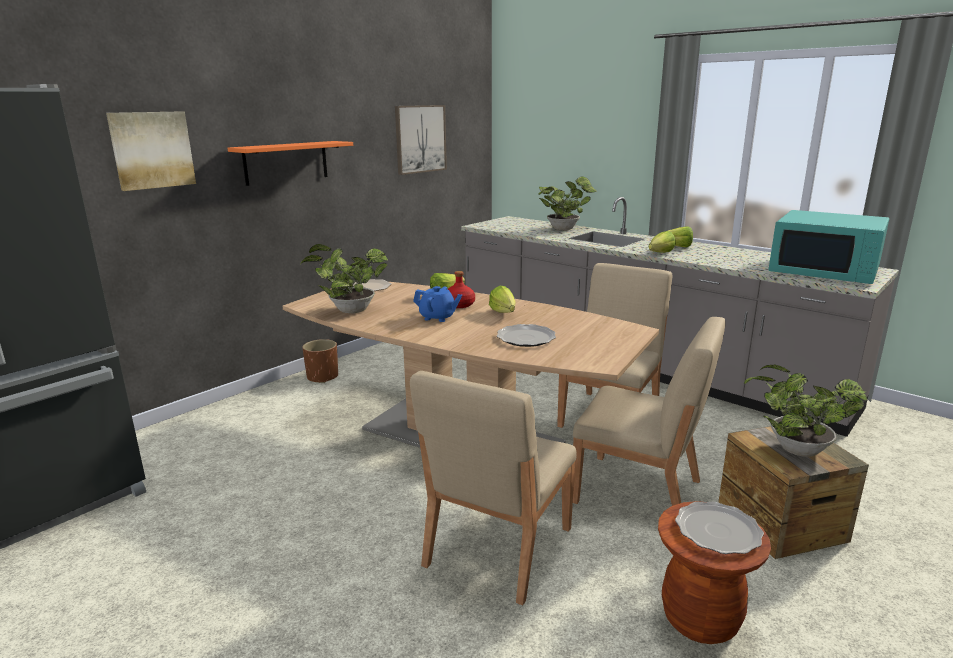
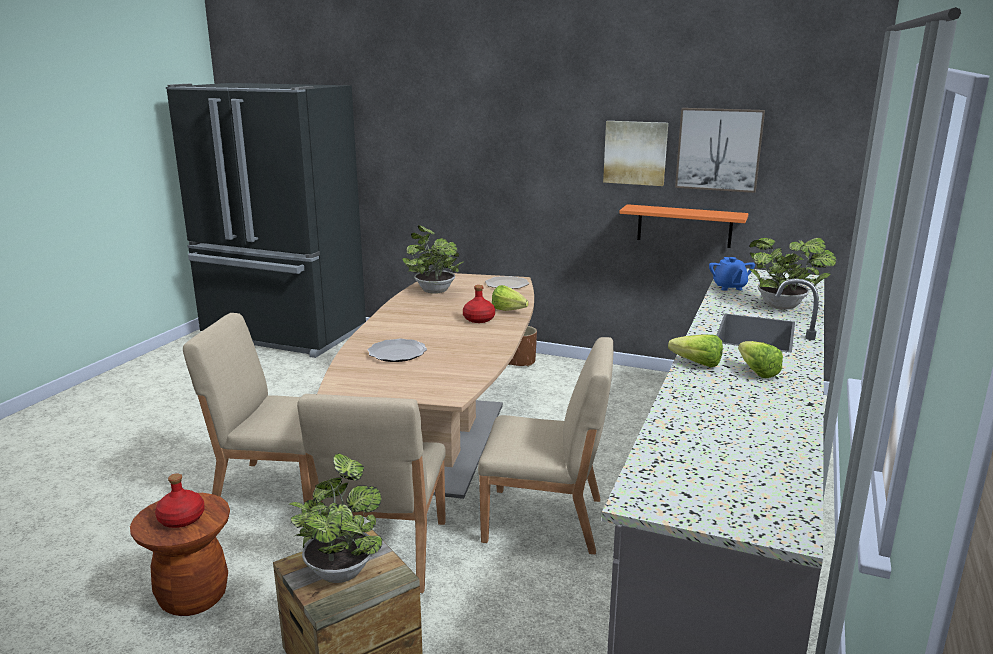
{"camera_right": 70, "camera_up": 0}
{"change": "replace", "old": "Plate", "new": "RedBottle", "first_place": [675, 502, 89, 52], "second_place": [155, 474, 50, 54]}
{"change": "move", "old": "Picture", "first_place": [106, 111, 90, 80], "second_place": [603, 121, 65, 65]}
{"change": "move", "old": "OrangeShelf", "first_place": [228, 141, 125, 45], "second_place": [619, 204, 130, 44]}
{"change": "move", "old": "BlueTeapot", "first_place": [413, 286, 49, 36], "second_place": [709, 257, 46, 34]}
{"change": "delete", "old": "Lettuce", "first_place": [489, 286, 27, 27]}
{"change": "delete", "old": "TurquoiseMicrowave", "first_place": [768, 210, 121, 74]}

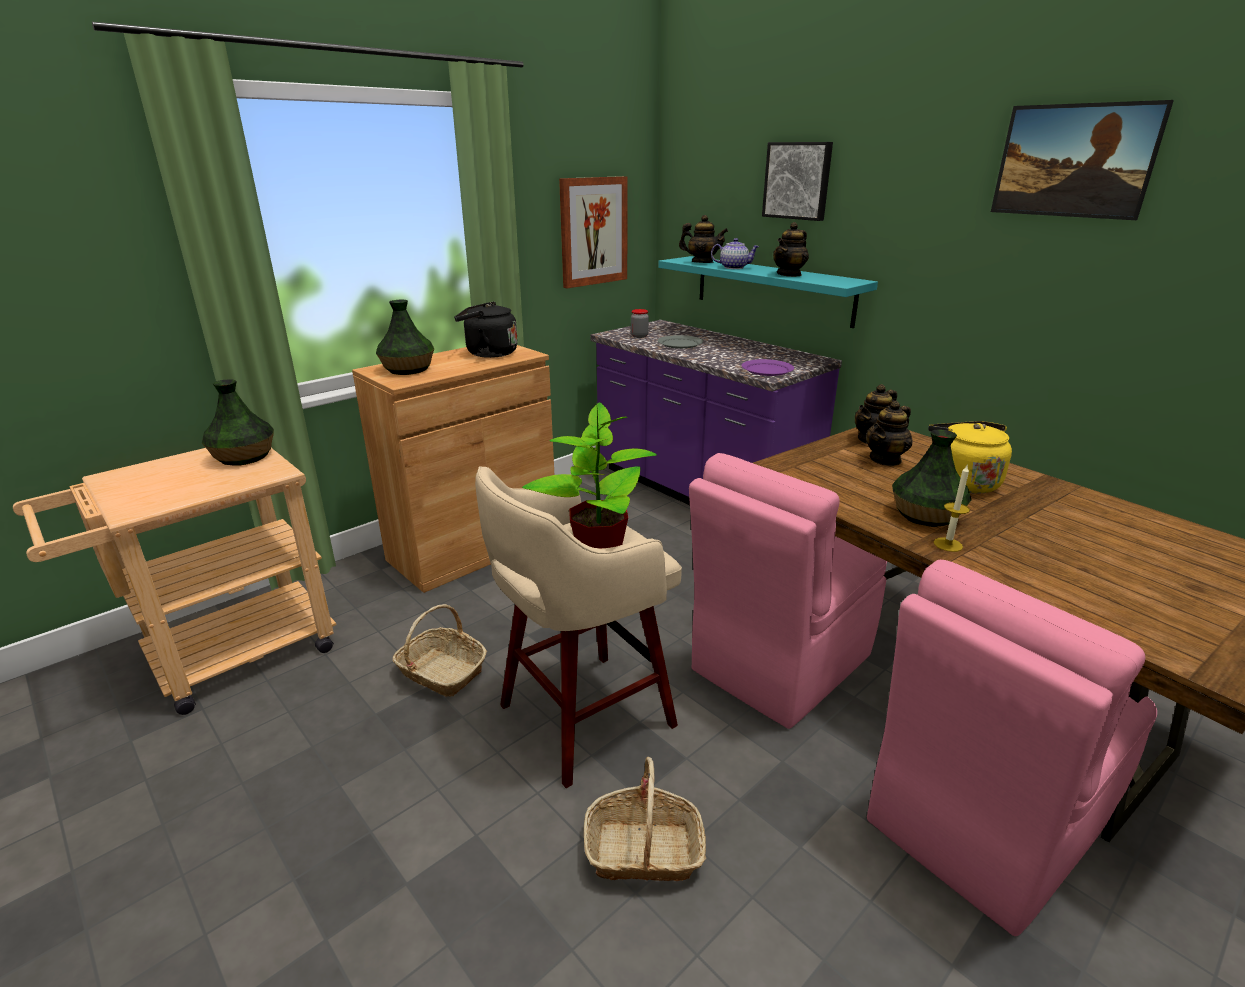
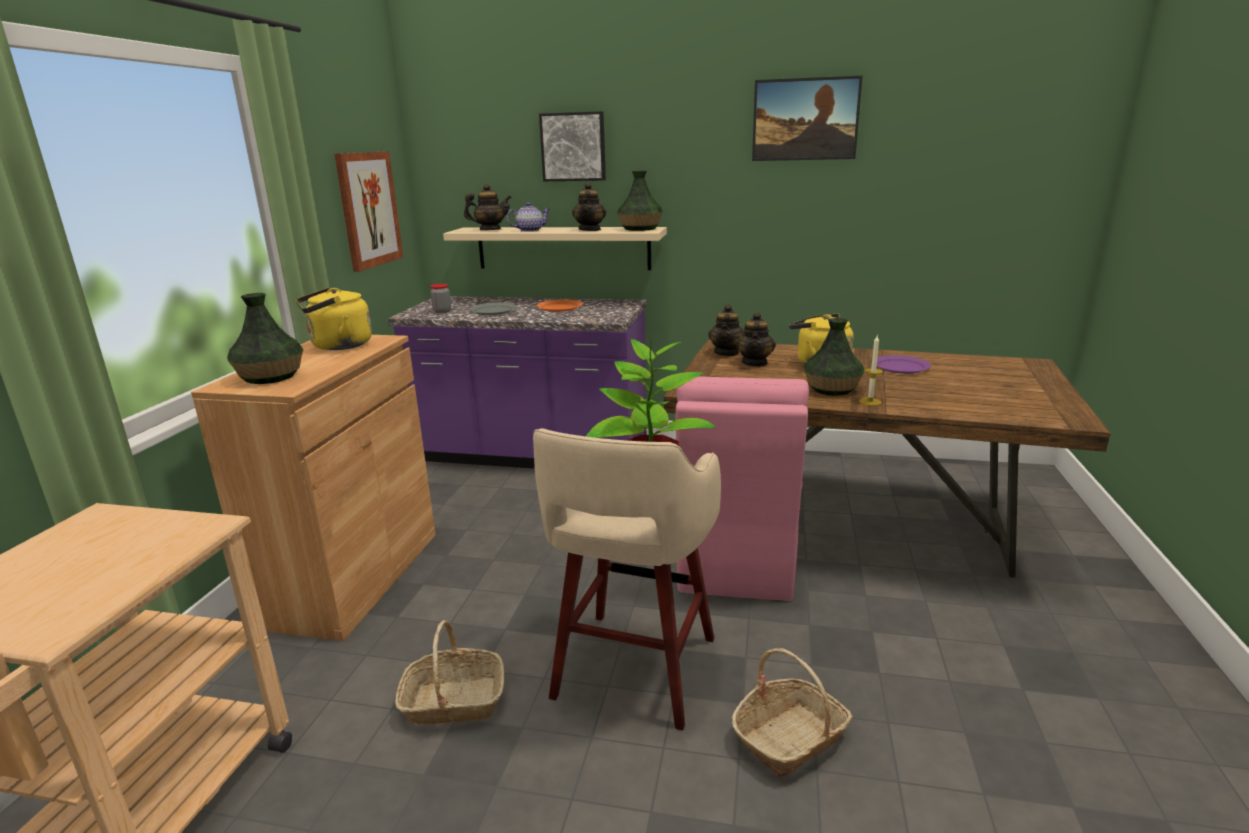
{"camera_right": -35, "camera_up": -5}
{"change": "recolor", "old": "BlackKettle", "new": "YellowKettle", "first_place": [454, 302, 64, 56], "second_place": [296, 288, 76, 62]}
{"change": "recolor", "old": "TurquoiseShelf", "new": "BeigeShelf", "first_place": [658, 256, 220, 72], "second_place": [443, 227, 224, 43]}
{"change": "insert", "new": "OrangePlate", "second_place": [537, 299, 46, 13]}
{"change": "move", "old": "Vase", "first_place": [202, 379, 72, 87], "second_place": [617, 171, 46, 60]}
{"change": "move", "old": "PurplePlate", "first_place": [741, 359, 53, 17], "second_place": [877, 355, 54, 19]}
{"change": "delete", "old": "PinkChair", "first_place": [867, 560, 290, 376]}

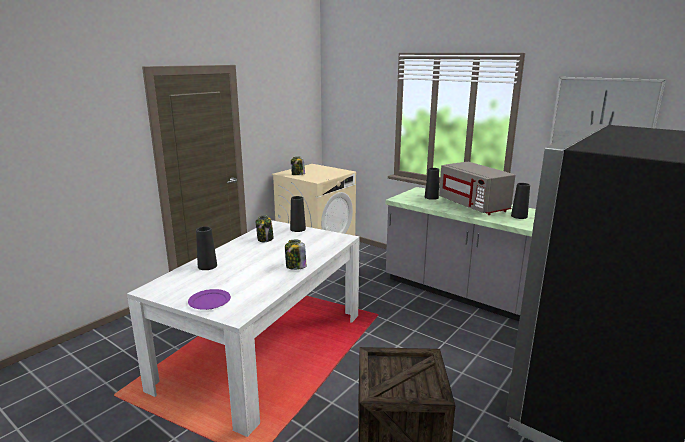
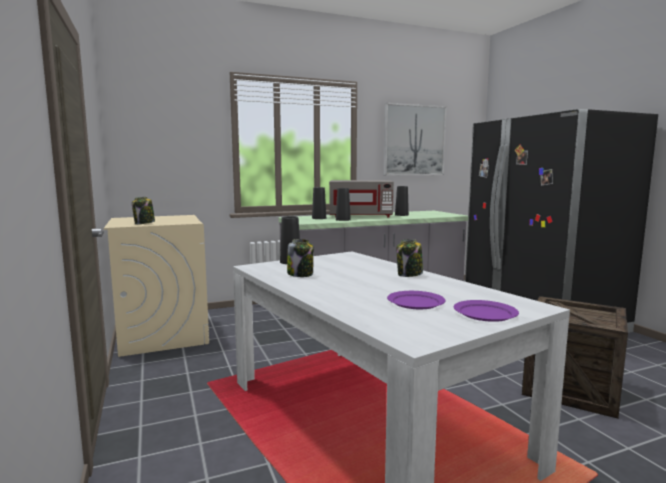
{"camera_right": -60, "camera_up": -10}
{"change": "move", "old": "BlackVase", "first_place": [196, 226, 21, 44], "second_place": [336, 188, 15, 33]}
{"change": "insert", "new": "PurplePlate", "second_place": [387, 291, 58, 18]}

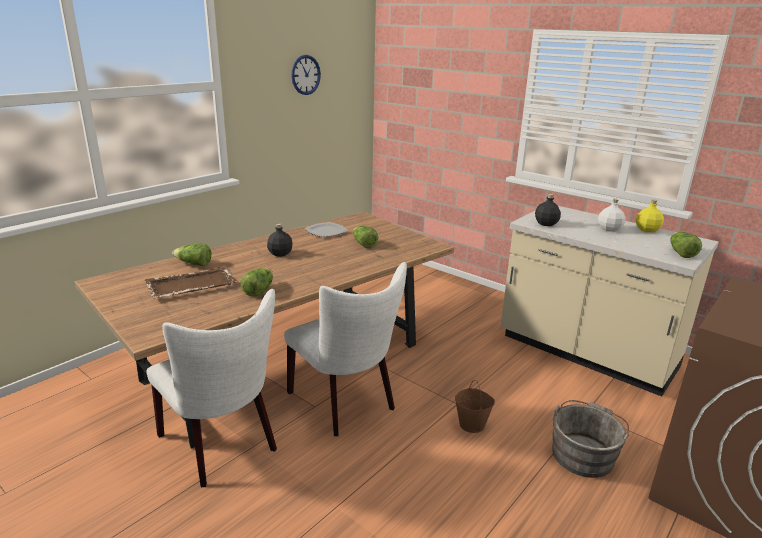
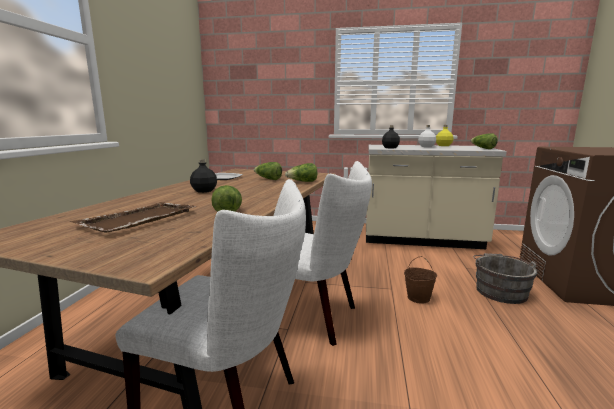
{"camera_right": -30, "camera_up": -10}
{"change": "move", "old": "Lettuce", "first_place": [172, 244, 39, 22], "second_place": [285, 163, 32, 19]}
{"change": "delete", "old": "WallClock", "first_place": [291, 55, 30, 40]}

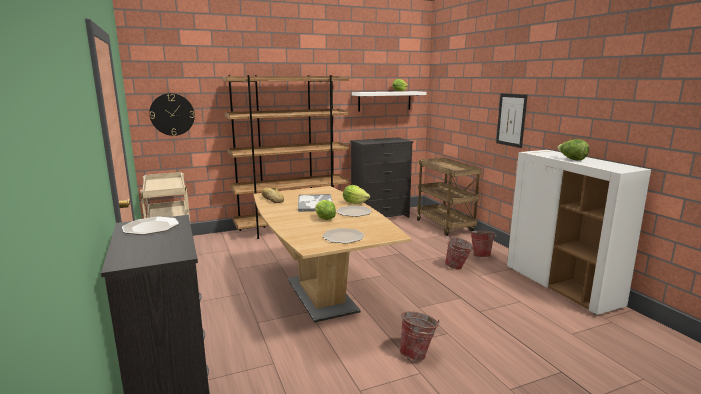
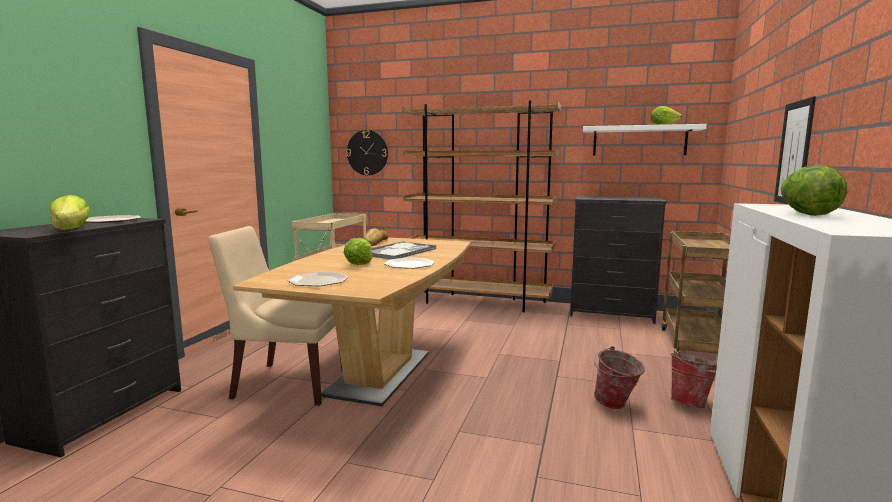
{"camera_right": 40, "camera_up": -5}
{"change": "move", "old": "Lettuce", "first_place": [343, 185, 27, 19], "second_place": [50, 195, 41, 35]}
{"change": "insert", "new": "BeigeChair", "second_place": [208, 226, 134, 180]}
{"change": "delete", "old": "Bucket", "first_place": [400, 312, 40, 49]}

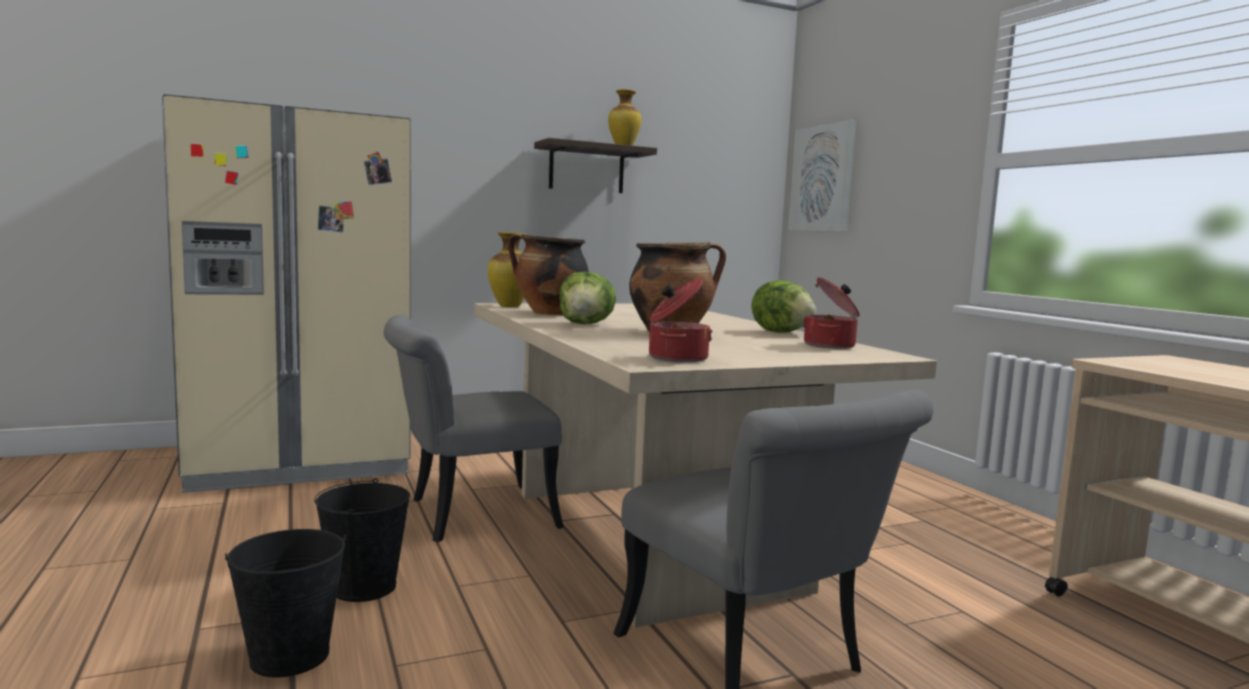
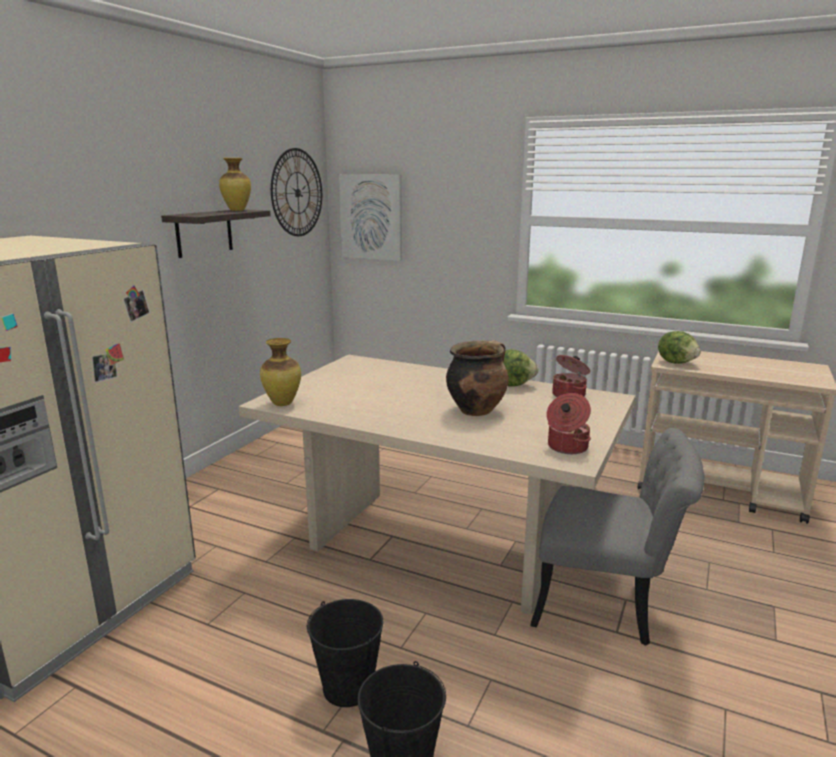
{"camera_right": -40, "camera_up": 10}
{"change": "insert", "new": "WallClock", "second_place": [271, 148, 51, 88]}
{"change": "move", "old": "Lettuce", "first_place": [559, 272, 57, 52], "second_place": [658, 331, 43, 33]}
{"change": "delete", "old": "GreyChair", "first_place": [384, 315, 180, 227]}
{"change": "delete", "old": "CookingPot", "first_place": [508, 233, 81, 82]}

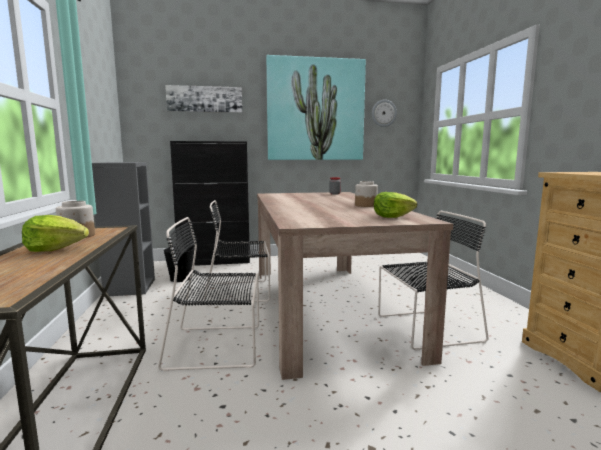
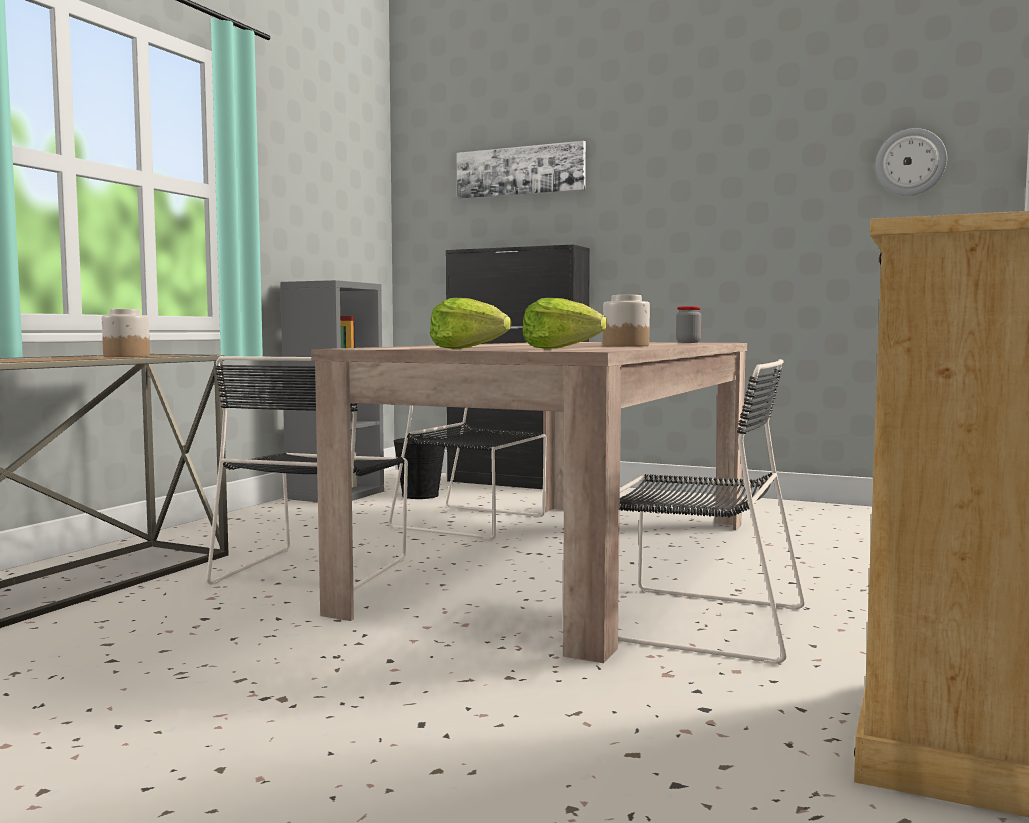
{"camera_right": 35, "camera_up": -5}
{"change": "rotate", "old": "BlackChair", "first_place": [158, 217, 101, 154], "second_place": [206, 356, 202, 234], "degrees": -105}
{"change": "move", "old": "Lettuce", "first_place": [22, 215, 67, 37], "second_place": [430, 298, 81, 51]}
{"change": "delete", "old": "Picture", "first_place": [266, 55, 100, 105]}

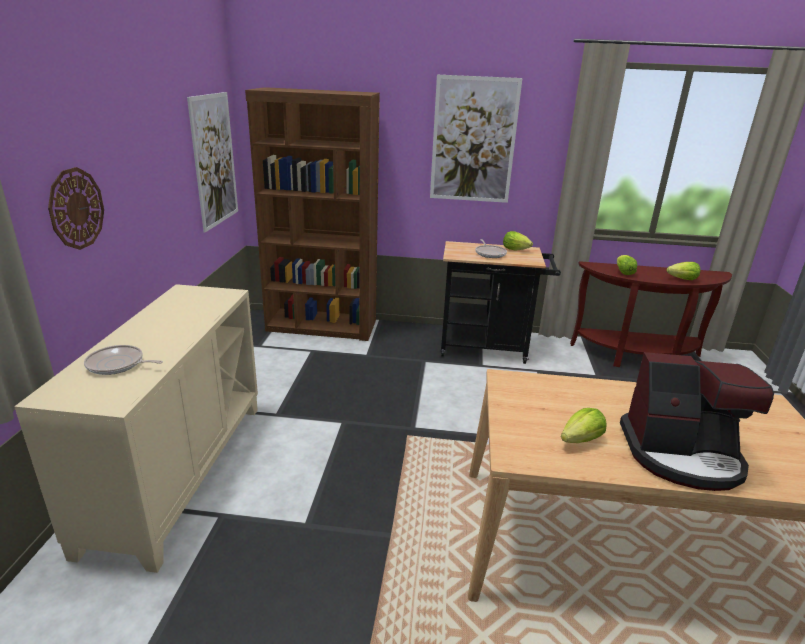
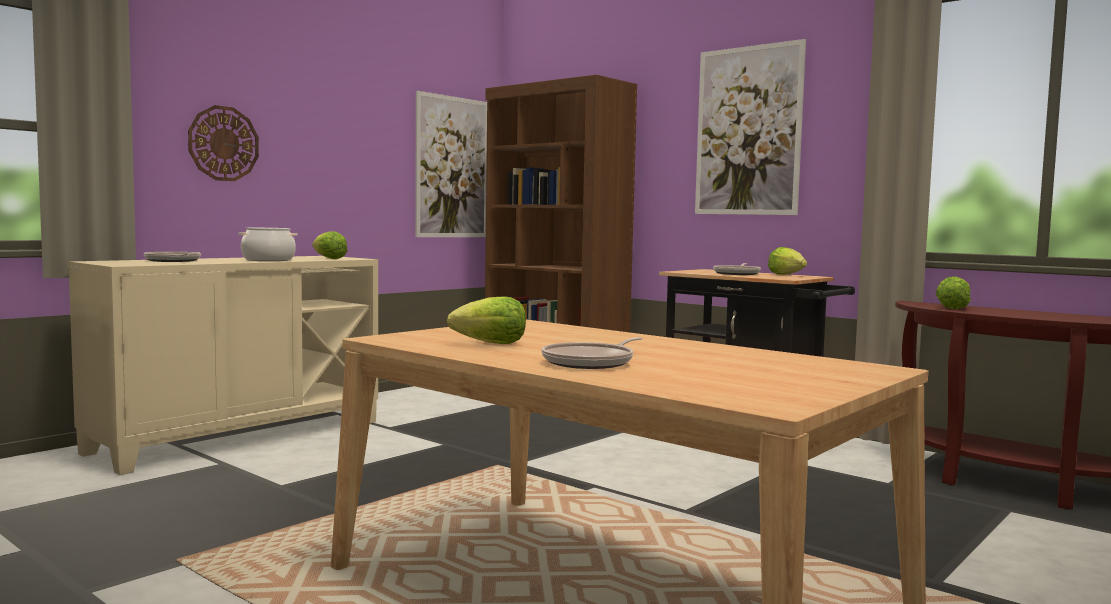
{"camera_right": 35, "camera_up": -20}
{"change": "insert", "new": "CookingPot", "second_place": [238, 228, 60, 33]}
{"change": "move", "old": "Lettuce", "first_place": [667, 262, 34, 18], "second_place": [312, 231, 35, 28]}
{"change": "replace", "old": "CoffeeMachine", "new": "FryingPan", "first_place": [620, 352, 154, 139], "second_place": [542, 337, 101, 32]}

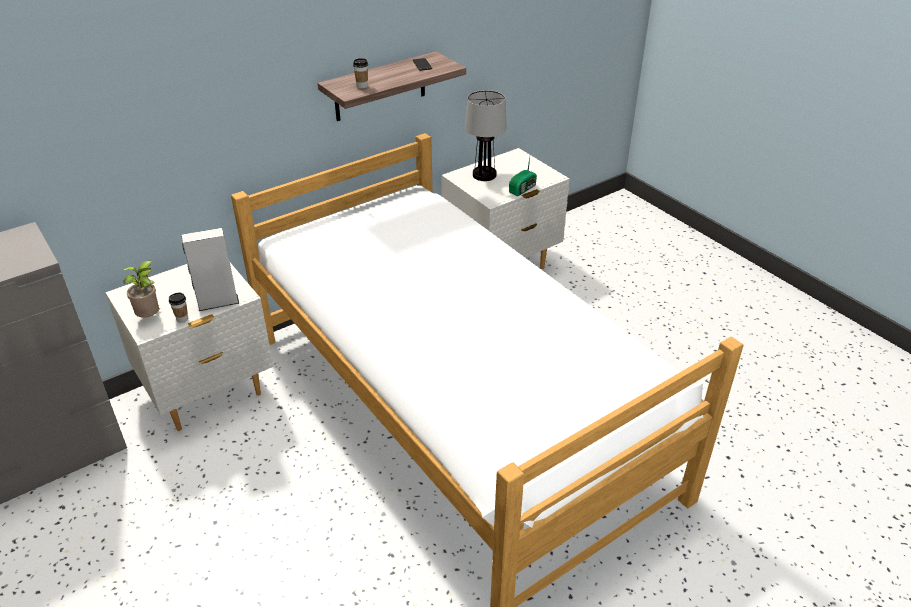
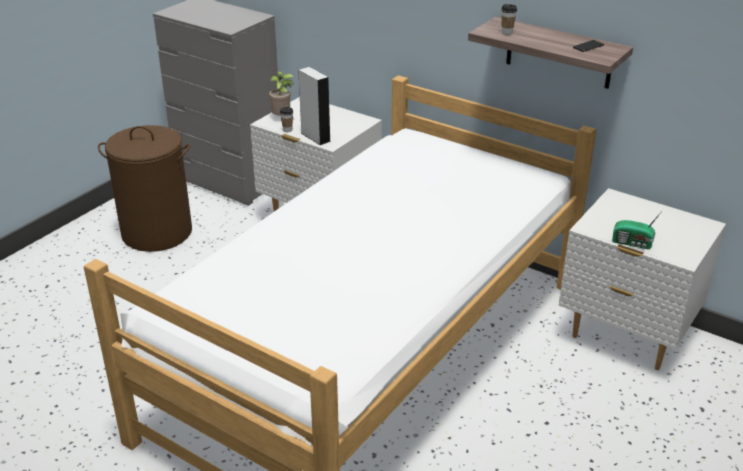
{"camera_right": 70, "camera_up": -5}
{"change": "insert", "new": "BrownLaundryBasket", "second_place": [98, 125, 94, 127]}
{"change": "delete", "old": "TableLamp", "first_place": [465, 90, 42, 91]}

